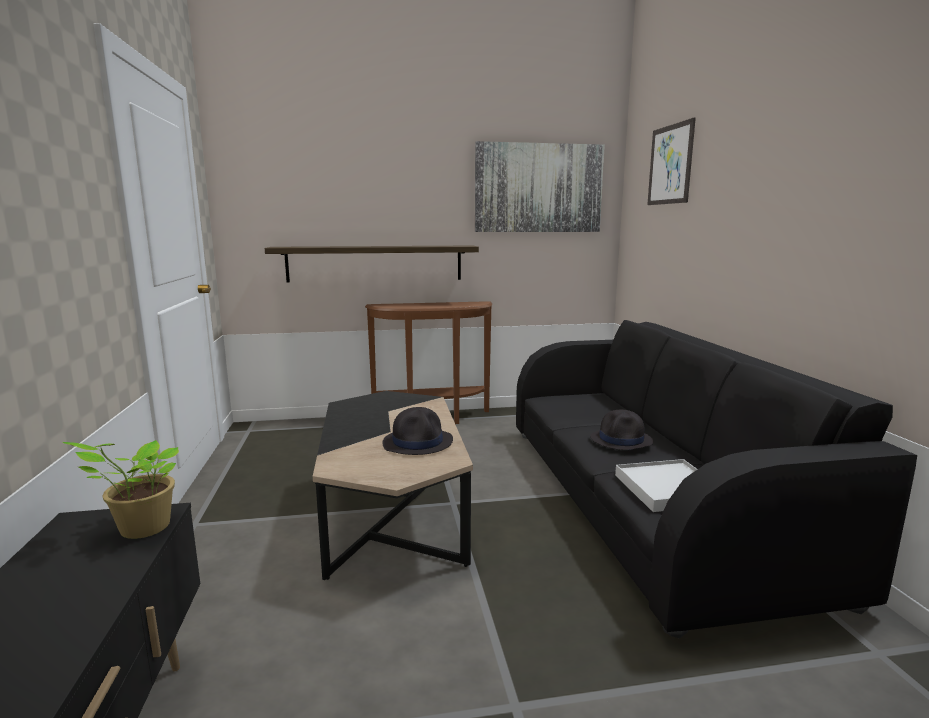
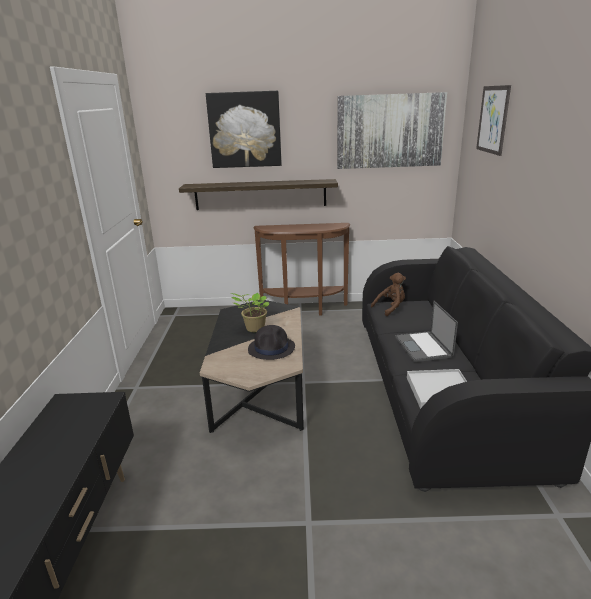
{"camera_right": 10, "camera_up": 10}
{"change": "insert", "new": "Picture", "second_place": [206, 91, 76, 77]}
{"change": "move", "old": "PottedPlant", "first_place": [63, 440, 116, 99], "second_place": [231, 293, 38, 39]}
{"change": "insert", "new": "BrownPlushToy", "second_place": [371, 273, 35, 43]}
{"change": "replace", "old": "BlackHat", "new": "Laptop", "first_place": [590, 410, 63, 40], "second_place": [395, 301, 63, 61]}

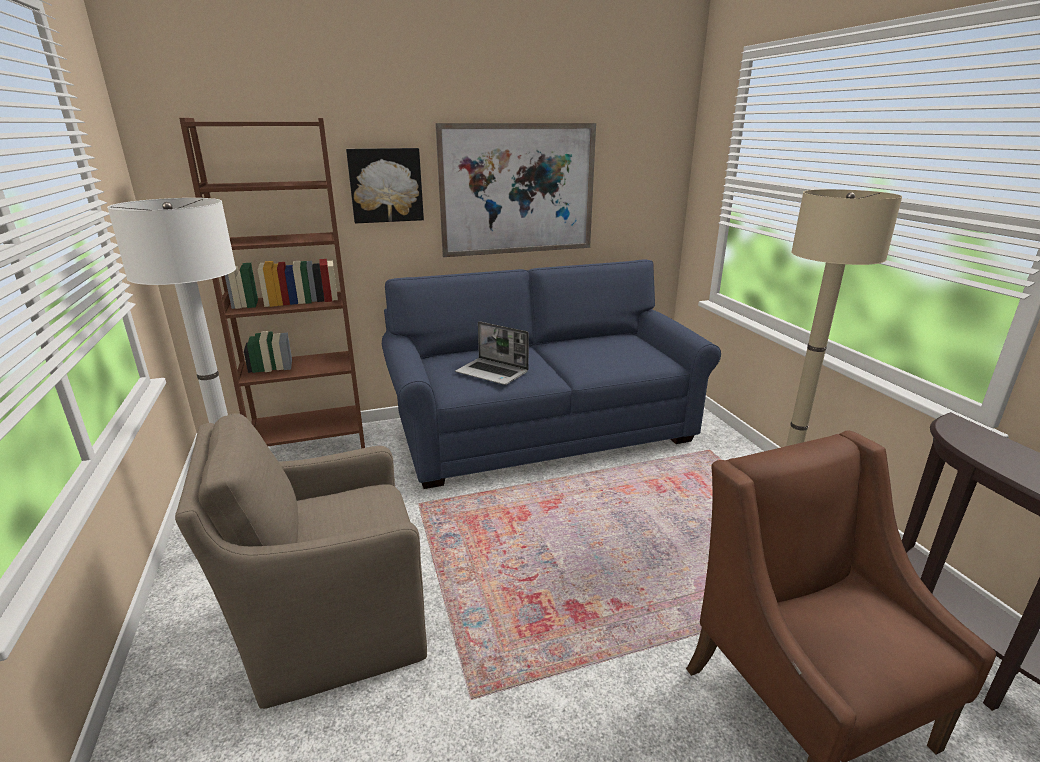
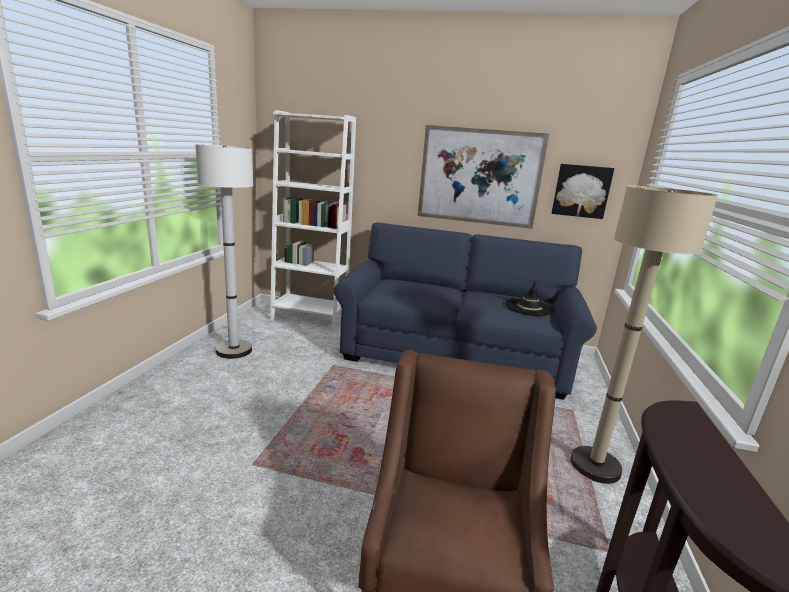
{"camera_right": 30, "camera_up": -5}
{"change": "recolor", "old": "BrownBookcase", "new": "WhiteBookcase", "first_place": [179, 118, 186, 331], "second_place": [270, 110, 86, 221]}
{"change": "insert", "new": "BlackHat", "second_place": [505, 280, 50, 36]}
{"change": "move", "old": "Picture", "first_place": [346, 148, 78, 75], "second_place": [552, 164, 62, 55]}
{"change": "delete", "old": "BrownArmchair", "first_place": [175, 413, 252, 296]}
{"change": "delete", "old": "Laptop", "first_place": [455, 321, 74, 64]}

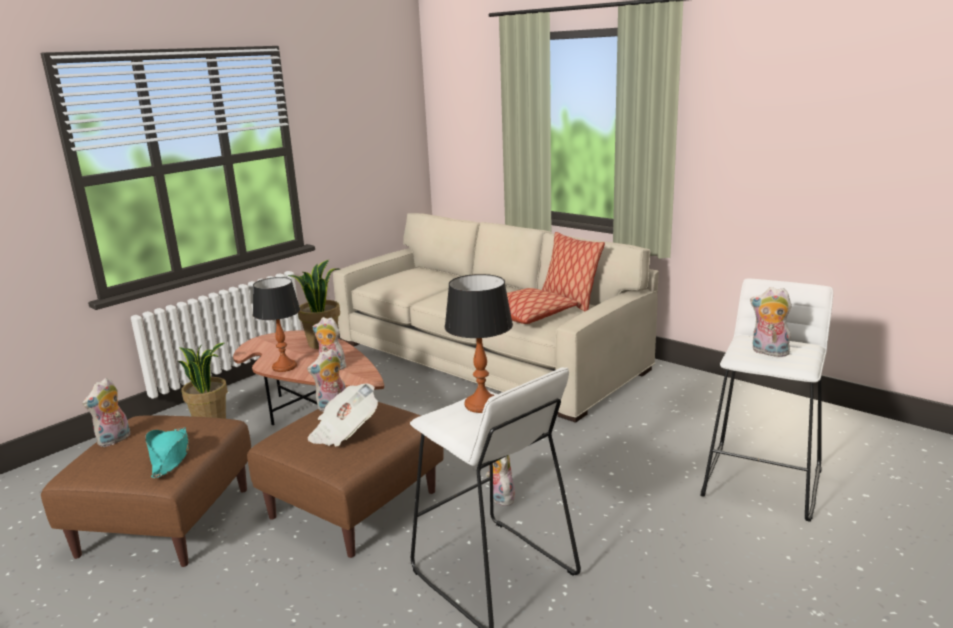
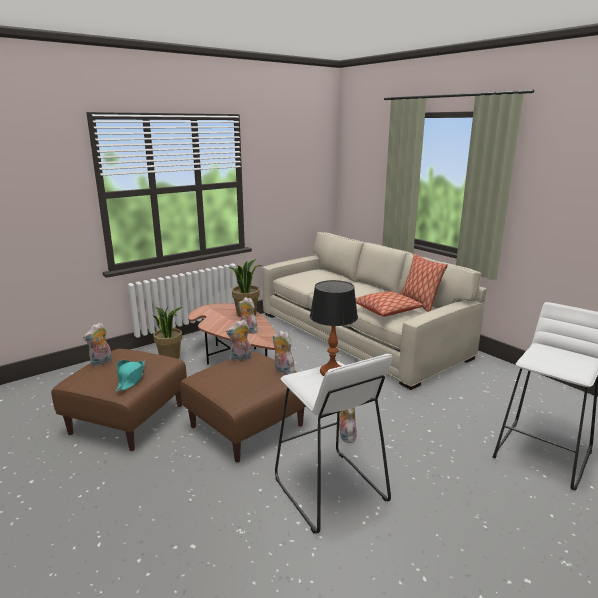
{"camera_right": 10, "camera_up": 0}
{"change": "move", "old": "PlushToy", "first_place": [750, 287, 42, 70], "second_place": [272, 330, 22, 45]}
{"change": "delete", "old": "TableLamp", "first_place": [253, 277, 47, 95]}
{"change": "delete", "old": "Newspaper", "first_place": [308, 383, 70, 64]}

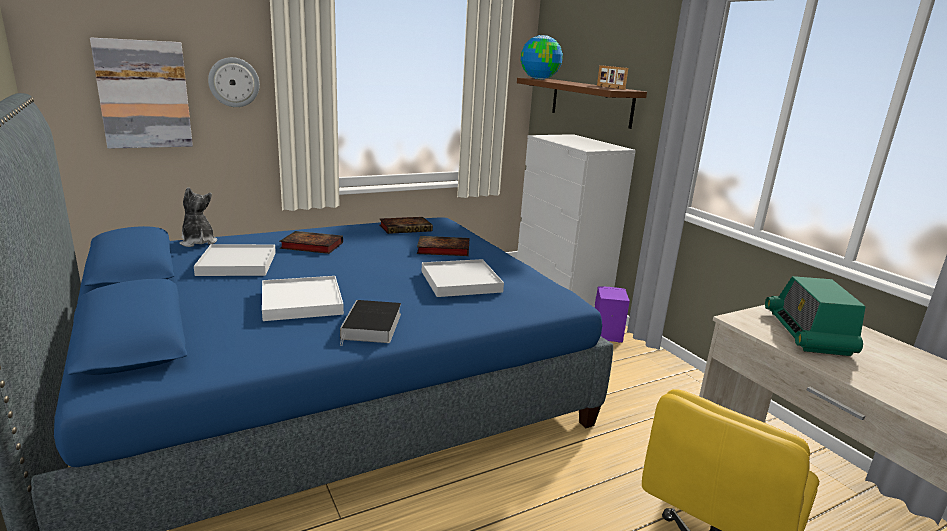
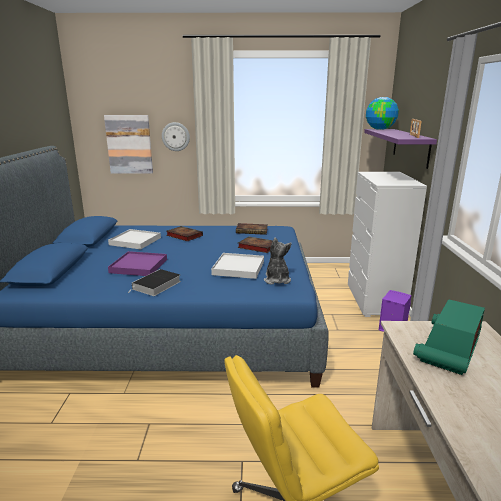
{"camera_right": 30, "camera_up": 0}
{"change": "recolor", "old": "WhiteTray", "new": "PurpleTray", "first_place": [262, 276, 82, 45], "second_place": [108, 251, 59, 25]}
{"change": "move", "old": "PlushToy", "first_place": [179, 187, 38, 60], "second_place": [264, 238, 28, 46]}
{"change": "recolor", "old": "BrownShelf", "new": "PurpleShelf", "first_place": [517, 78, 130, 51], "second_place": [364, 129, 73, 40]}

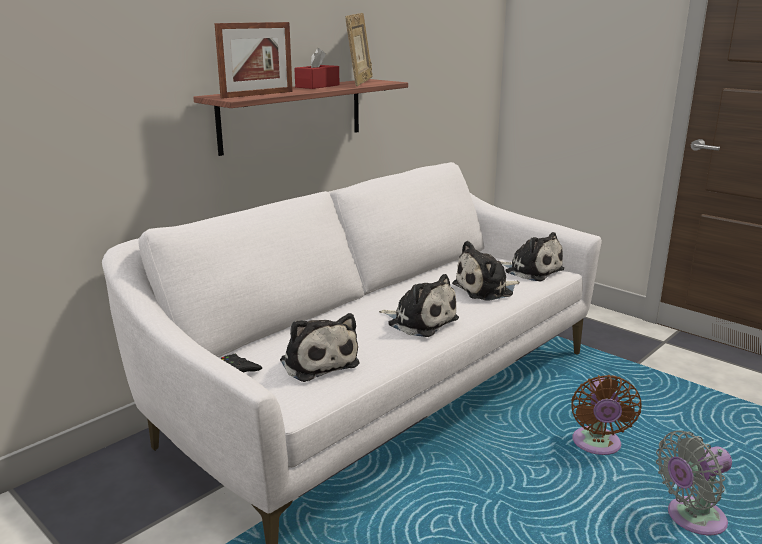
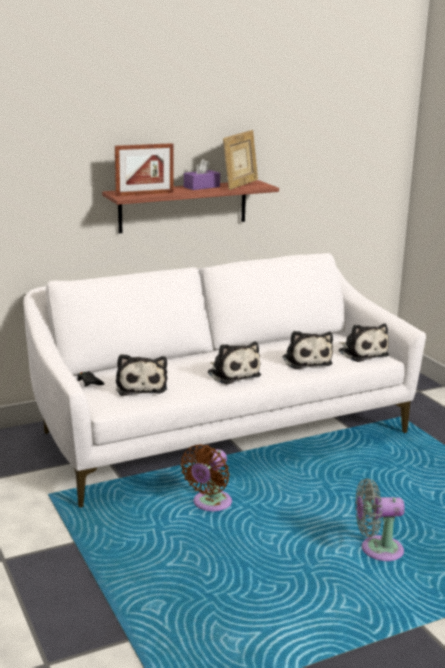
{"camera_right": 20, "camera_up": 0}
{"change": "move", "old": "BrownFan", "first_place": [571, 375, 71, 80], "second_place": [181, 444, 51, 67]}
{"change": "recolor", "old": "RedTissueBox", "new": "PurpleTissueBox", "first_place": [294, 48, 46, 41], "second_place": [184, 159, 36, 31]}
{"change": "rotate", "old": "PlushToy", "first_place": [452, 241, 68, 60], "second_place": [283, 331, 50, 38], "degrees": -105}

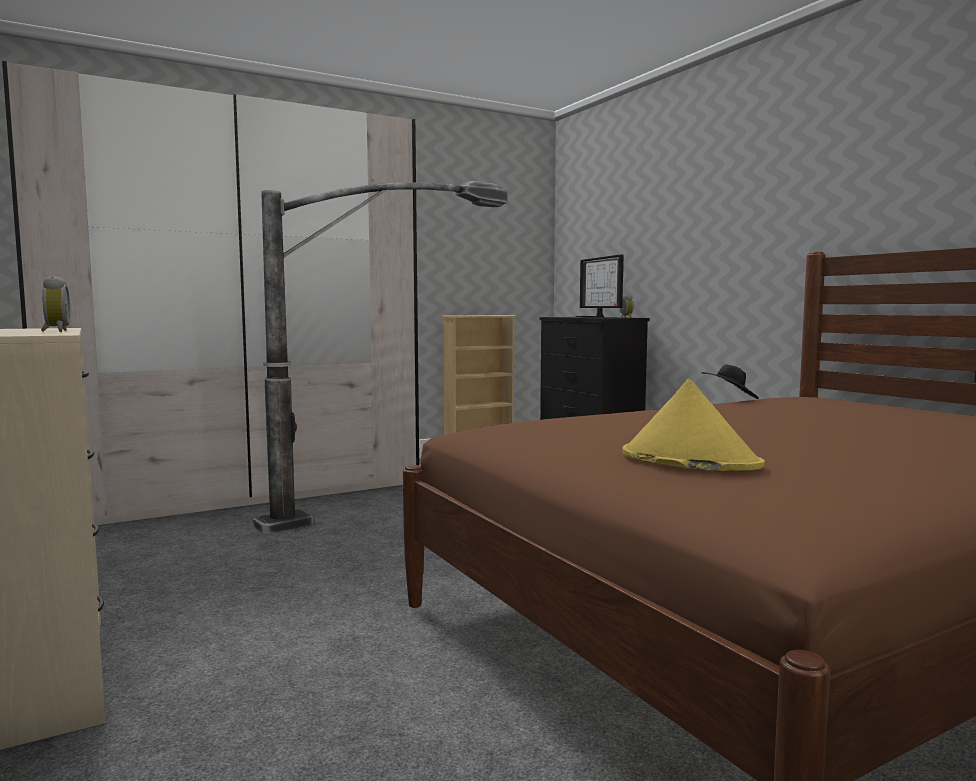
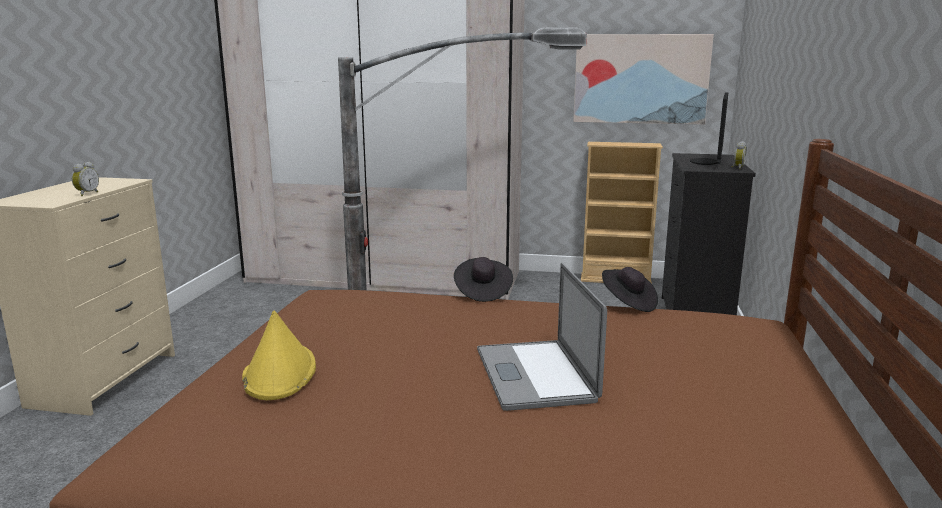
{"camera_right": 40, "camera_up": 10}
{"change": "insert", "new": "BlackHat", "second_place": [454, 257, 59, 45]}
{"change": "insert", "new": "Laptop", "second_place": [477, 262, 130, 149]}
{"change": "insert", "new": "Picture", "second_place": [573, 34, 141, 90]}

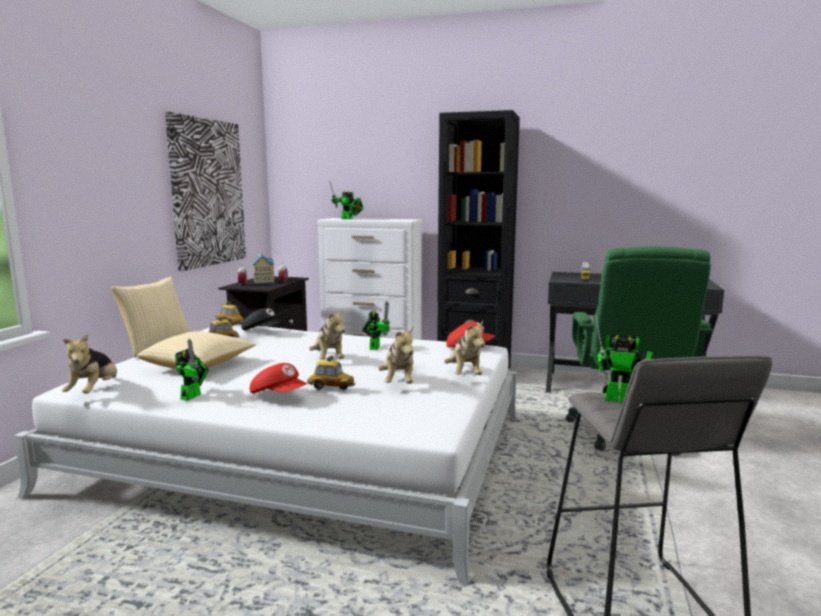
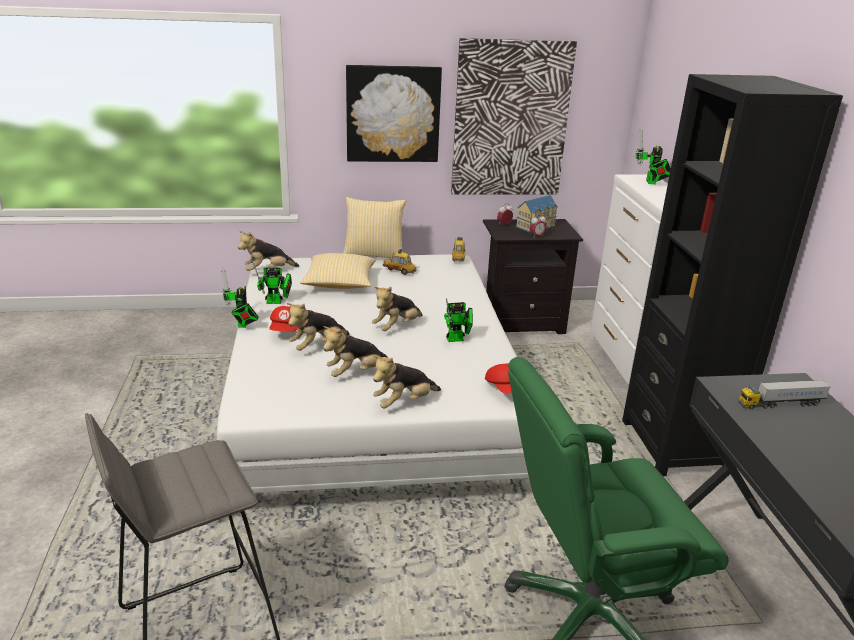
{"camera_right": 65, "camera_up": 15}
{"change": "move", "old": "ToyRobot", "first_place": [595, 315, 59, 87], "second_place": [221, 268, 38, 60]}
{"change": "replace", "old": "ToyCar", "new": "PlushToy", "first_place": [307, 356, 48, 34], "second_place": [287, 303, 63, 48]}
{"change": "insert", "new": "Picture", "second_place": [346, 65, 96, 97]}
{"change": "delete", "old": "BlackCap", "first_place": [242, 308, 41, 22]}

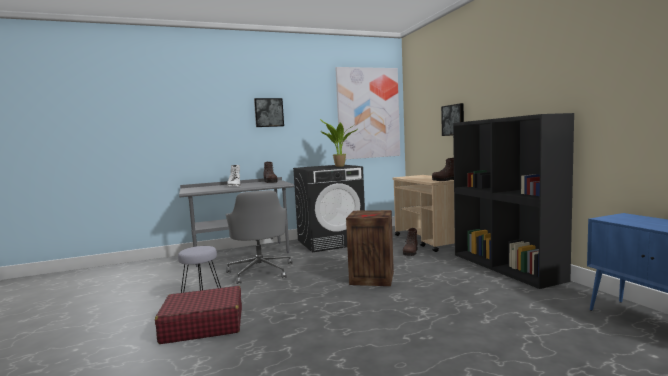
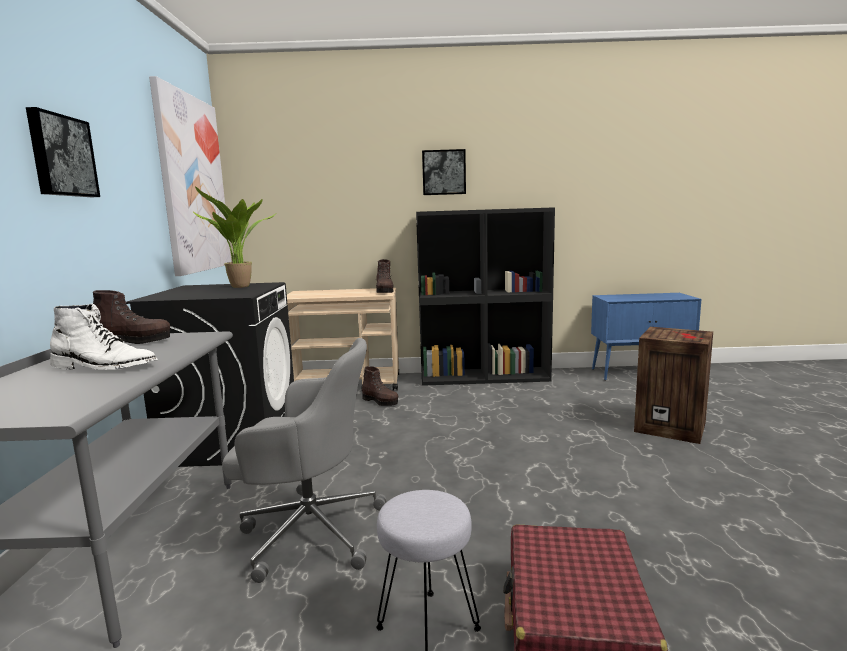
{"camera_right": -70, "camera_up": 5}
{"change": "move", "old": "Picture", "first_place": [441, 103, 23, 33], "second_place": [422, 149, 44, 46]}
{"change": "move", "old": "Crate", "first_place": [346, 210, 48, 76], "second_place": [634, 327, 79, 117]}

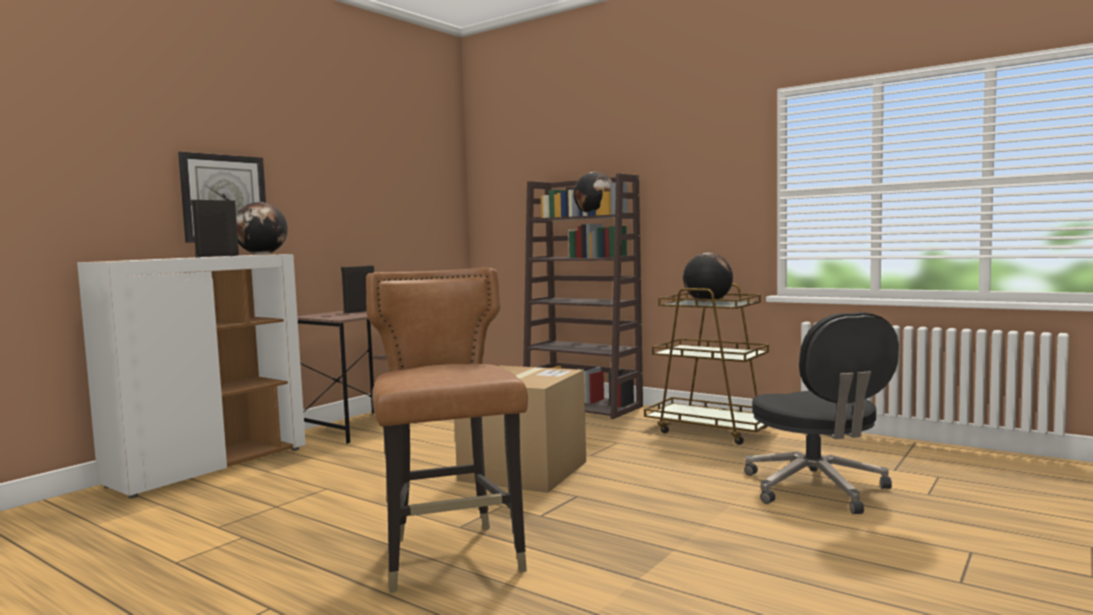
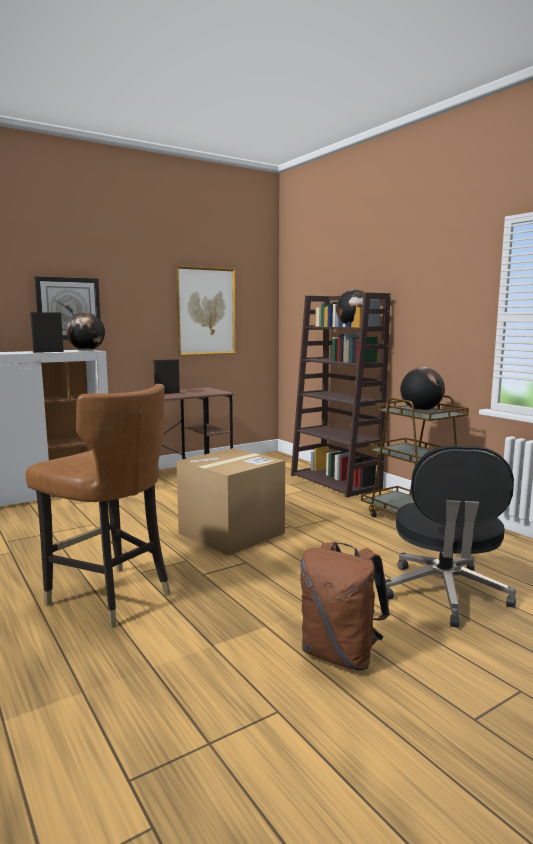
{"camera_right": 20, "camera_up": 5}
{"change": "rotate", "old": "BrownChair", "first_place": [366, 268, 162, 325], "second_place": [26, 384, 145, 244], "degrees": 120}
{"change": "insert", "new": "Picture", "second_place": [175, 265, 61, 91]}
{"change": "insert", "new": "BrownBackpack", "second_place": [300, 542, 90, 128]}

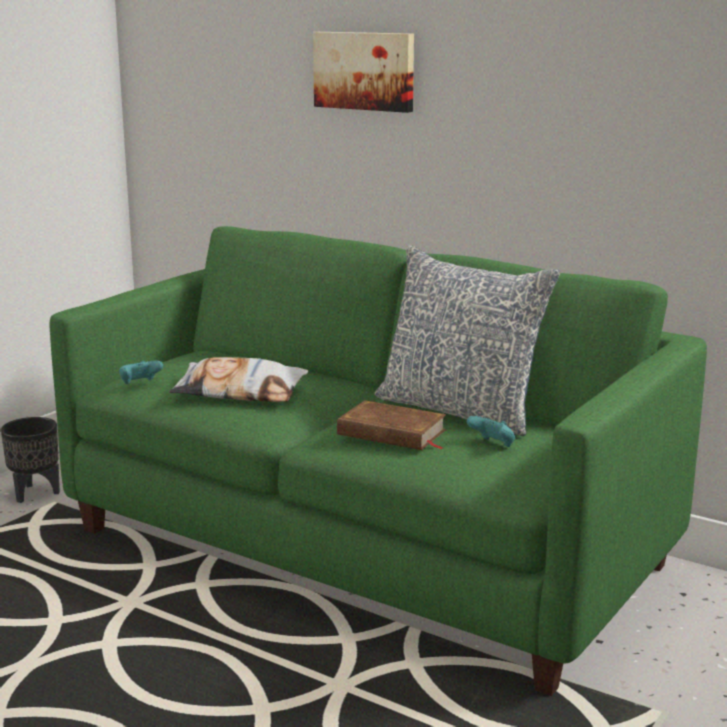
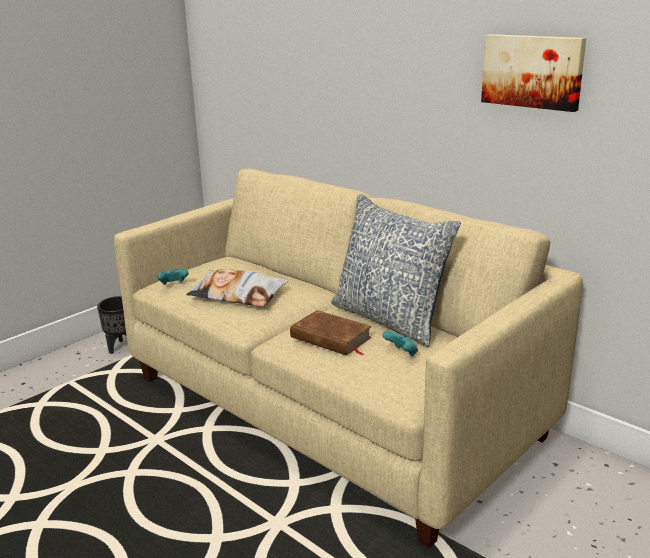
{"camera_right": 10, "camera_up": 5}
{"change": "recolor", "old": "GreenSofa", "new": "BeigeSofa", "first_place": [50, 226, 657, 470], "second_place": [114, 169, 469, 379]}
{"change": "move", "old": "Picture", "first_place": [313, 32, 101, 81], "second_place": [481, 34, 105, 78]}

